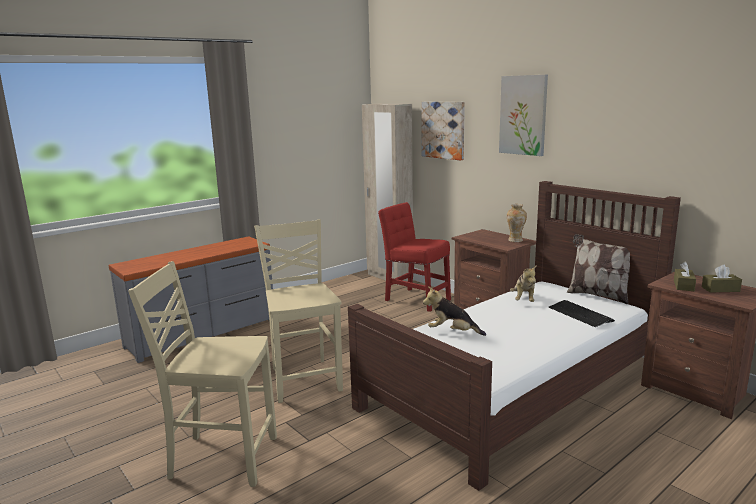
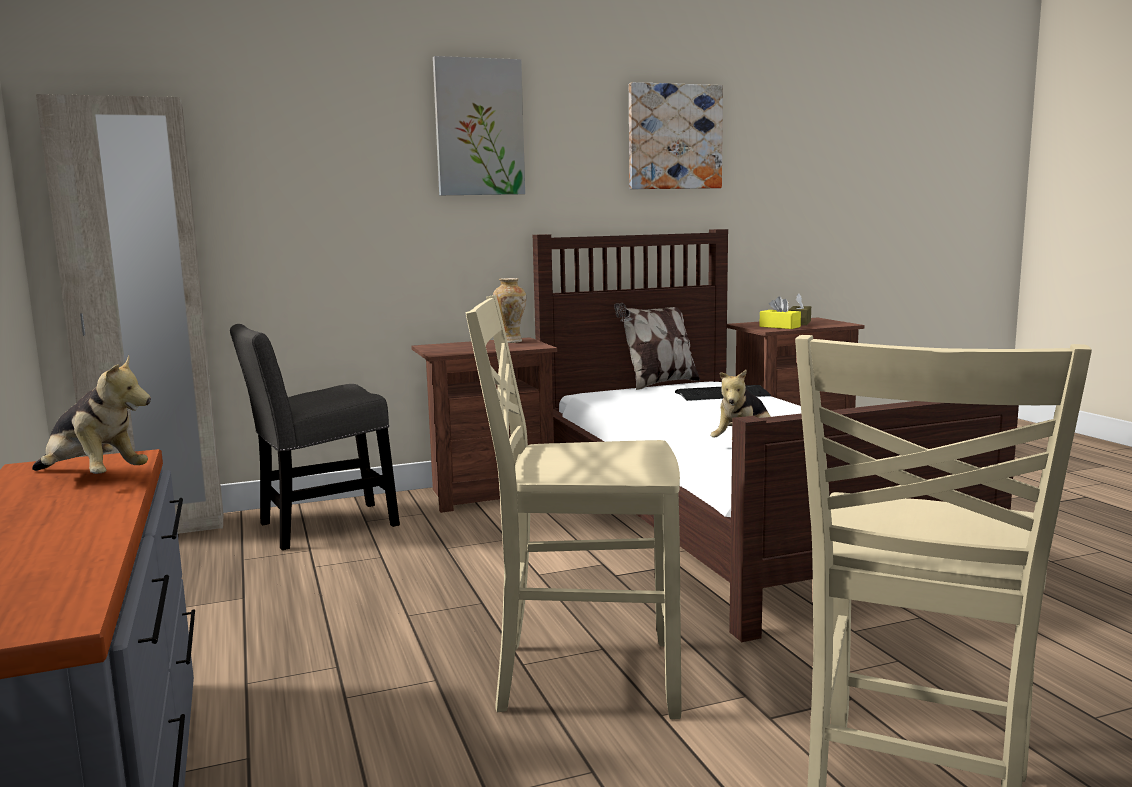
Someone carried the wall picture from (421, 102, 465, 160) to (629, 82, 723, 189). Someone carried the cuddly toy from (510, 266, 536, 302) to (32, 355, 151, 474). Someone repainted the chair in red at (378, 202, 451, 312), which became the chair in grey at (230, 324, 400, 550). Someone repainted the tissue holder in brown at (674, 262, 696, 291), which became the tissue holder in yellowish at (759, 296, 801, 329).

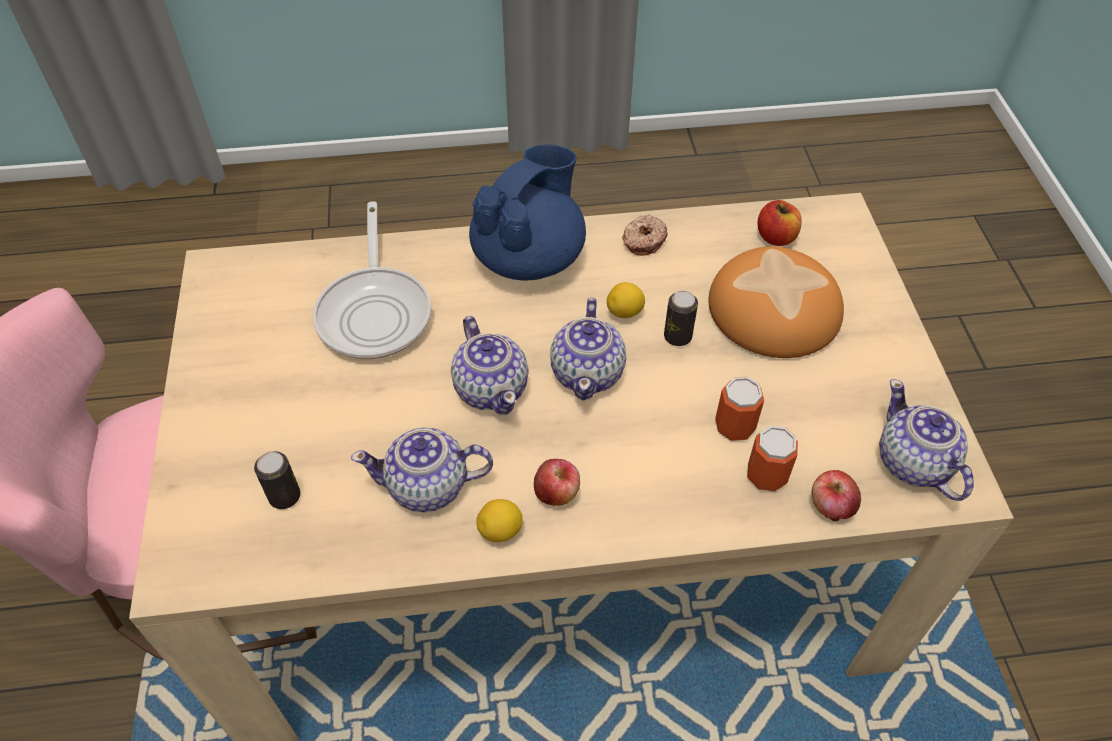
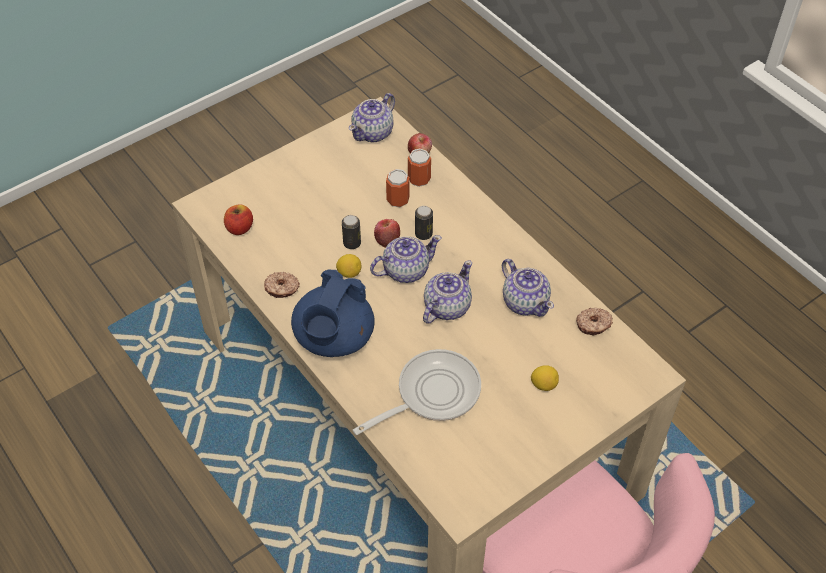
Someone took away the bakery bread at (708, 247, 844, 358). Someone put down the doughnut at (576, 307, 613, 336). Someone carried the sealed can from (254, 451, 300, 509) to (415, 206, 433, 240). Someone carried the whole lemon from (476, 499, 523, 542) to (531, 365, 559, 391). Someone carried the whole apple from (534, 459, 580, 506) to (374, 219, 400, 248). Someone rotated the tea pot in blue-coloured at (469, 145, 586, 281) by 75 degrees counterclockwise.

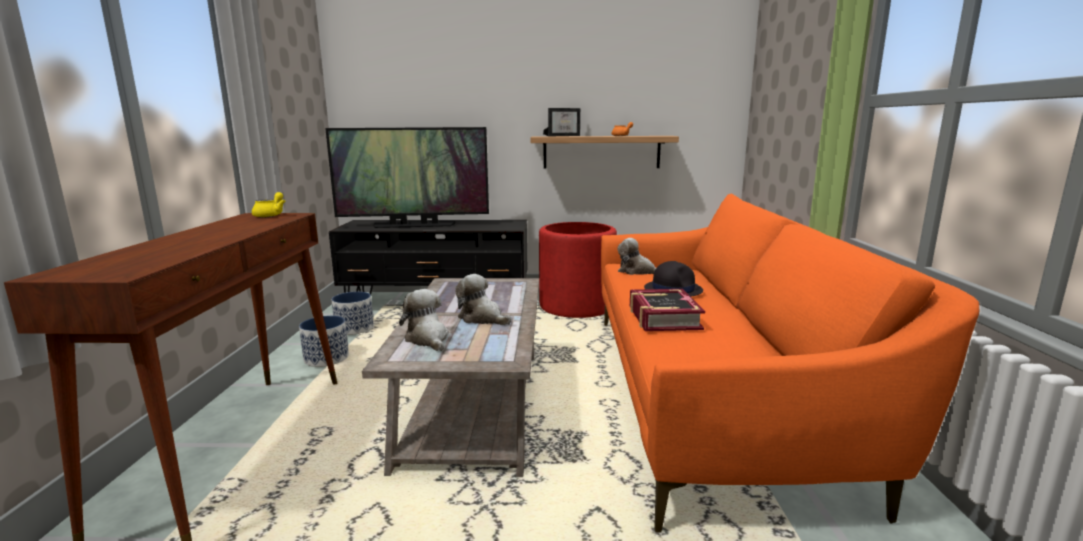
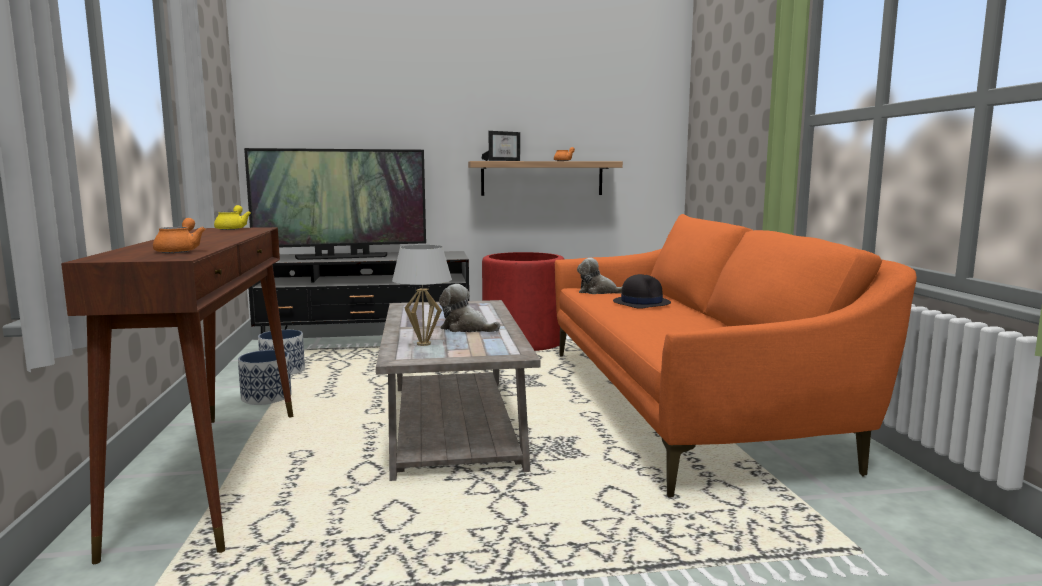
Someone took away the book at (630, 289, 705, 331). Someone put down the tea pot in orange-coloured at (153, 218, 206, 253). Someone swapped the cuddly toy at (399, 289, 449, 351) for the table lamp in white-coloured at (392, 245, 452, 346).

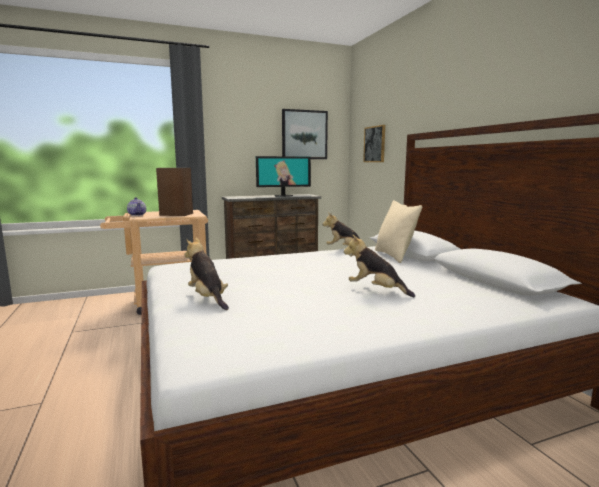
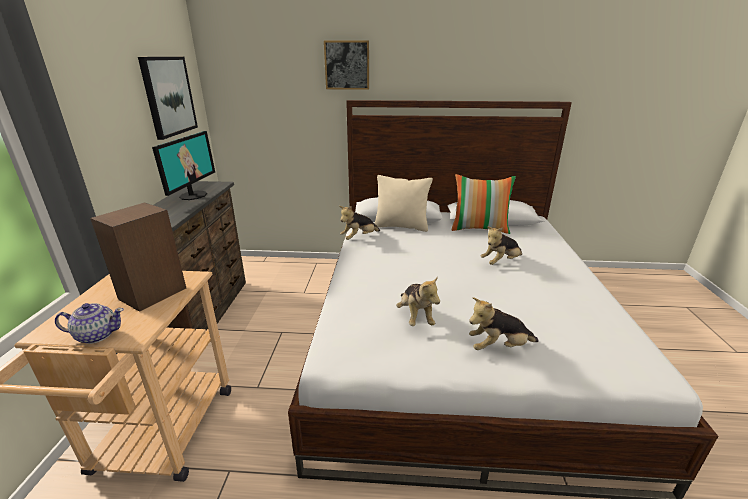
Someone put down the cuddly toy at (396, 276, 440, 326). Someone put down the throw pillow at (452, 174, 516, 234). Someone carried the wall picture from (363, 125, 385, 162) to (324, 40, 369, 90).

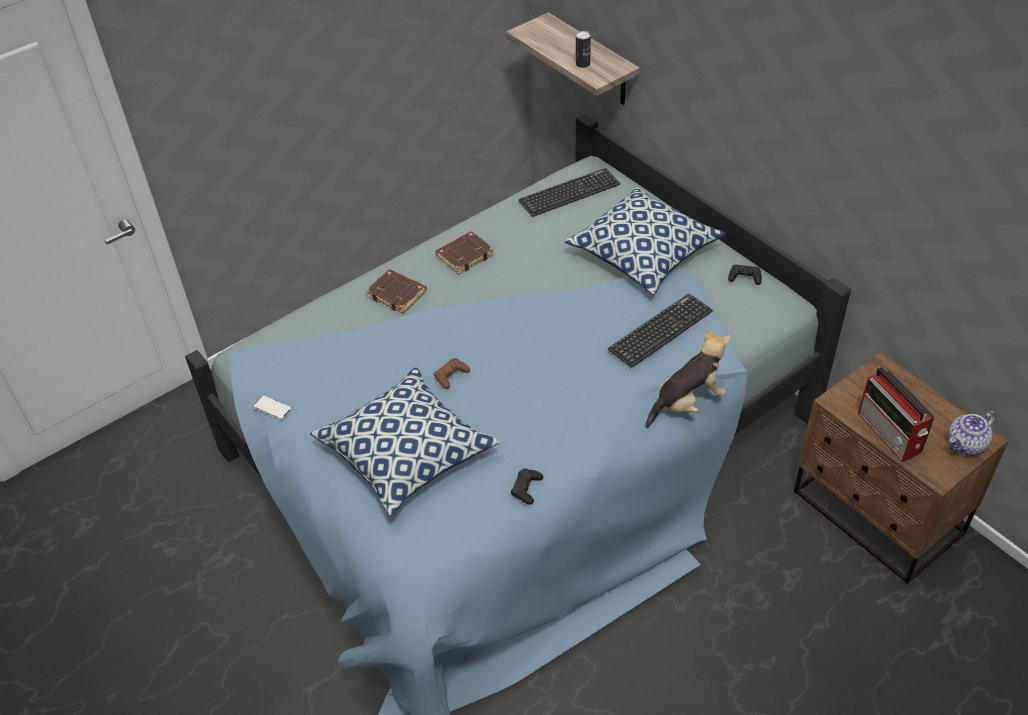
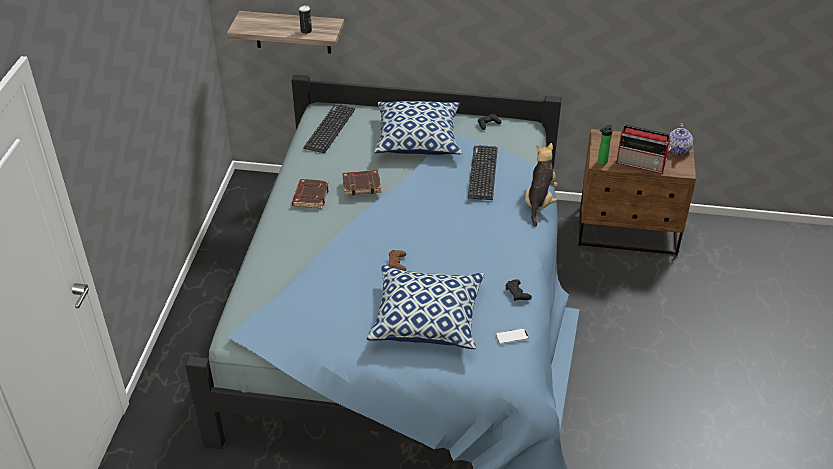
Someone put down the beverage bottle at (598, 125, 613, 165). Someone carried the handset from (253, 395, 293, 420) to (495, 328, 529, 345). Someone carried the book in brown from (366, 269, 427, 313) to (342, 170, 381, 196).

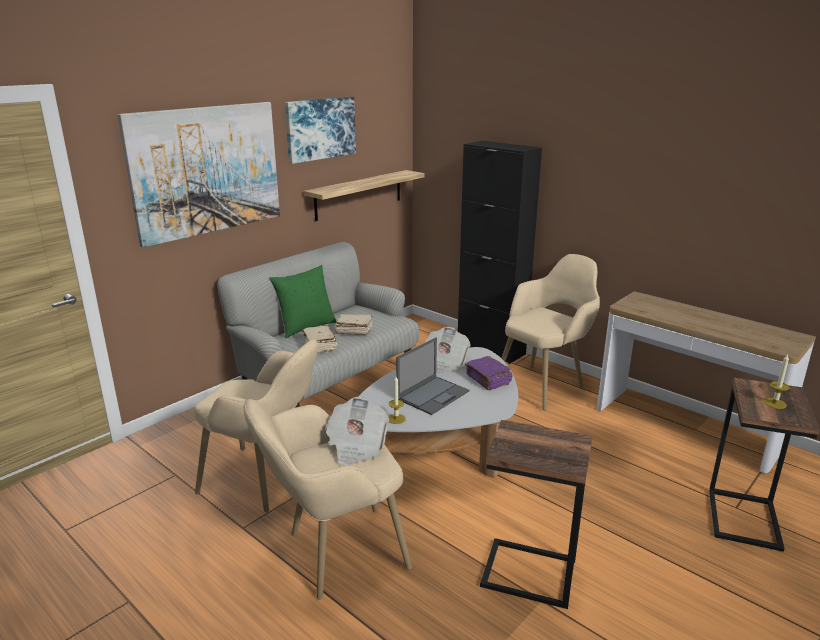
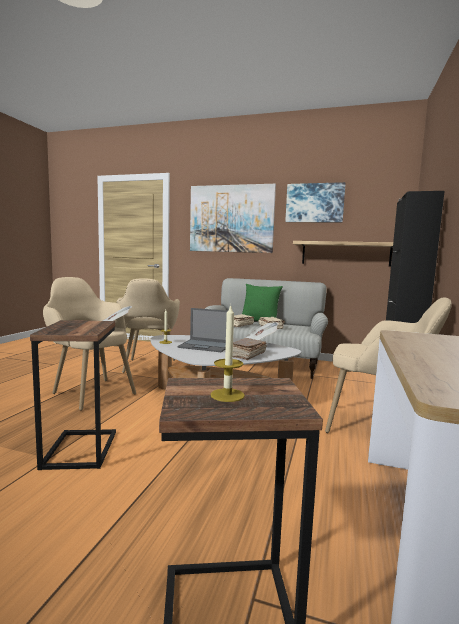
Someone repainted the book in purple-coloured at (465, 356, 513, 390), which became the book in brown at (233, 338, 267, 360).

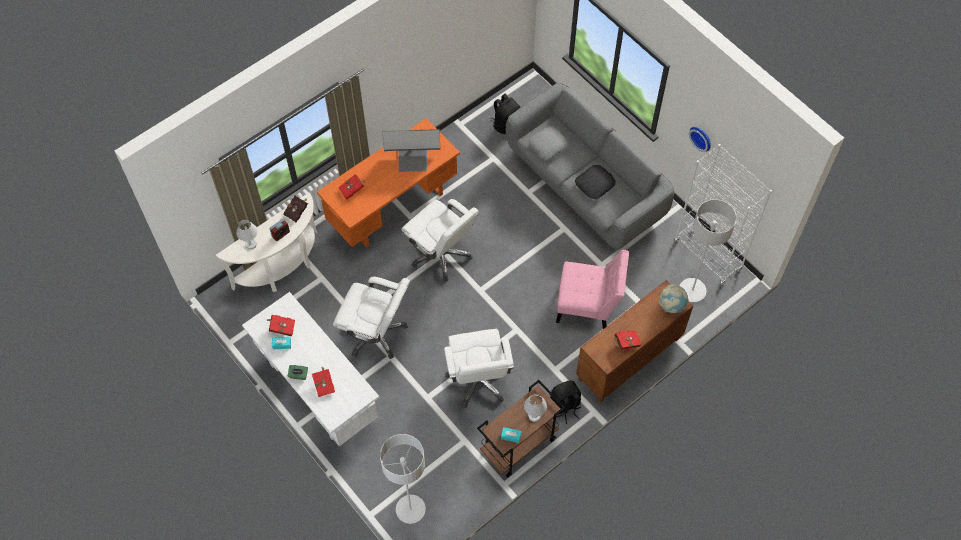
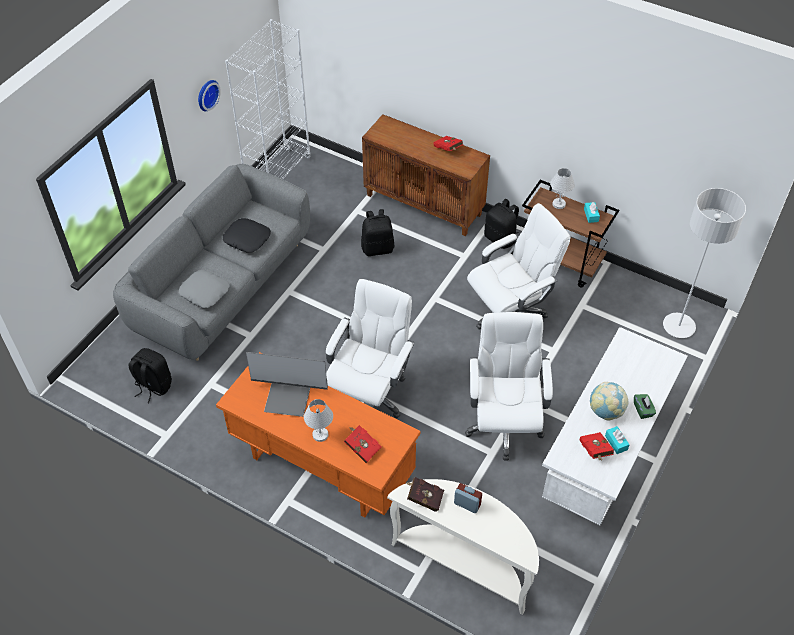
Someone took away the book in red at (312, 367, 335, 397). Someone took away the standard lamp in grey at (680, 199, 737, 302). Someone carried the table lamp in white-coloured from (236, 220, 258, 249) to (304, 399, 333, 442). Someone carried the world globe from (659, 284, 689, 313) to (590, 382, 629, 421). Someone swapped the chair in pink at (556, 250, 629, 329) for the rucksack in black at (361, 209, 395, 256). Someone rotated the computer display at (382, 129, 440, 172) by 120 degrees clockwise.

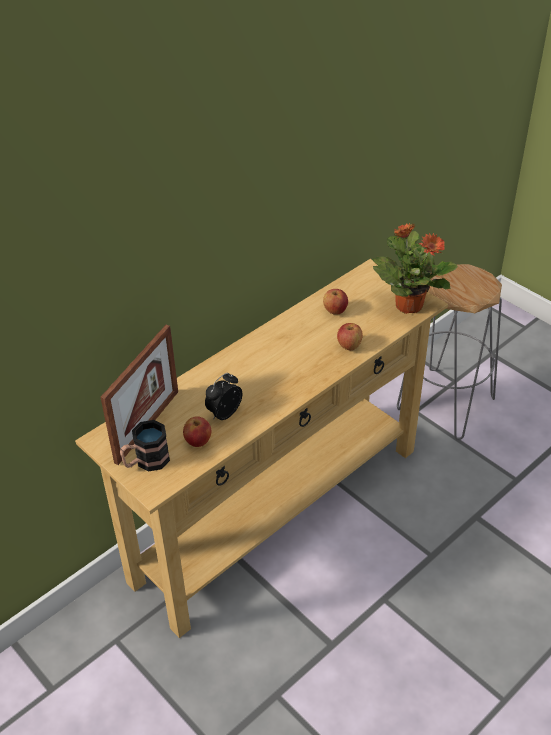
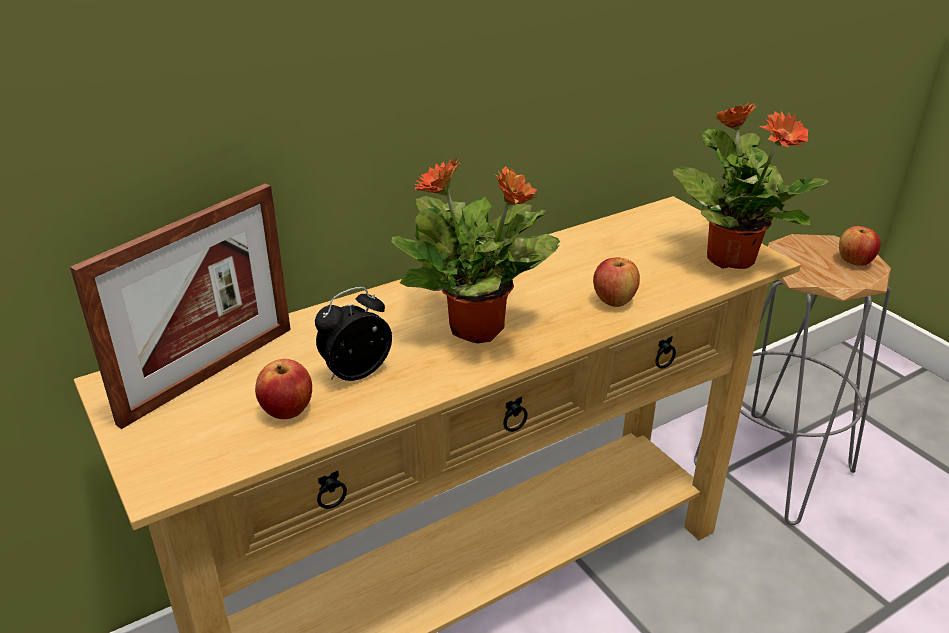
Someone took away the coffee mug at (120, 420, 170, 471). Someone put down the potted plant at (391, 158, 560, 343). Someone carried the whole apple from (323, 289, 348, 315) to (839, 226, 881, 266).

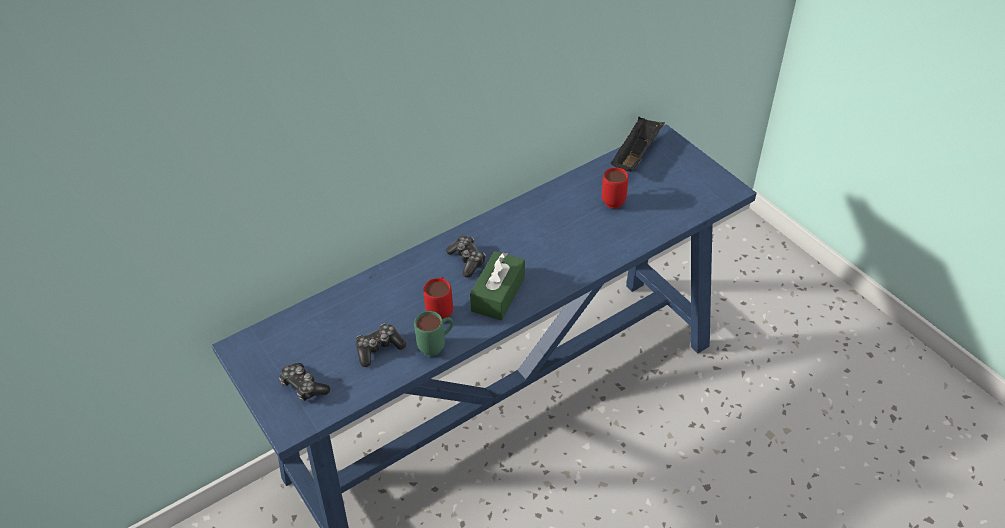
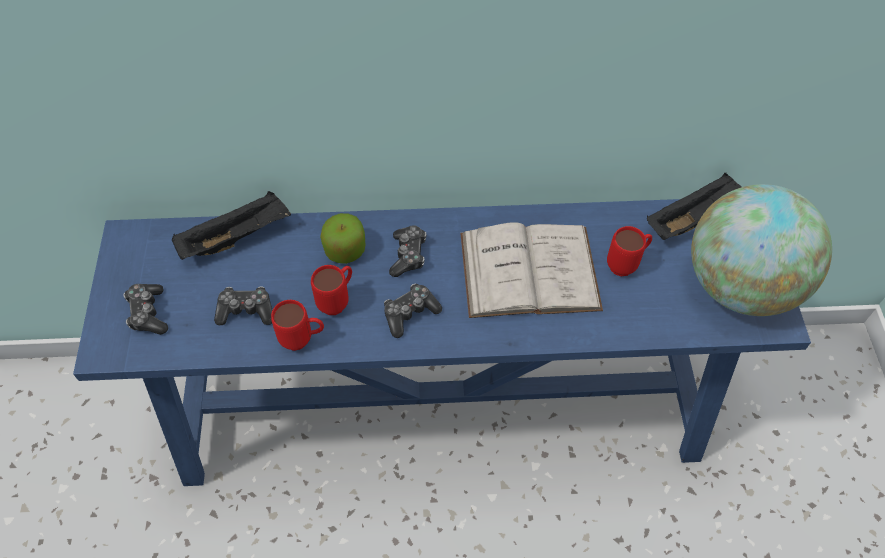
Someone put down the serving tray in black at (172, 191, 291, 260). Someone put down the whole apple at (320, 213, 365, 264). Someone put down the book in white-coloured at (460, 222, 603, 318). Someone put down the world globe at (691, 184, 832, 316). Someone swapped the tissue holder in green-coloured at (470, 251, 525, 321) for the joypad at (384, 283, 442, 338). Someone repainted the coffee mug in green-coloured at (414, 311, 453, 356), which became the coffee mug in red at (271, 300, 324, 351).

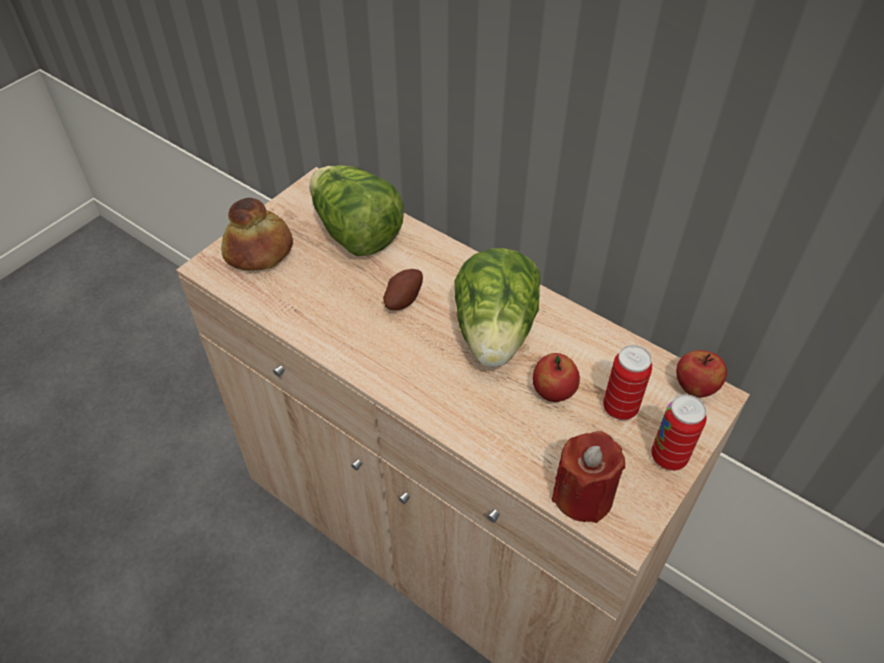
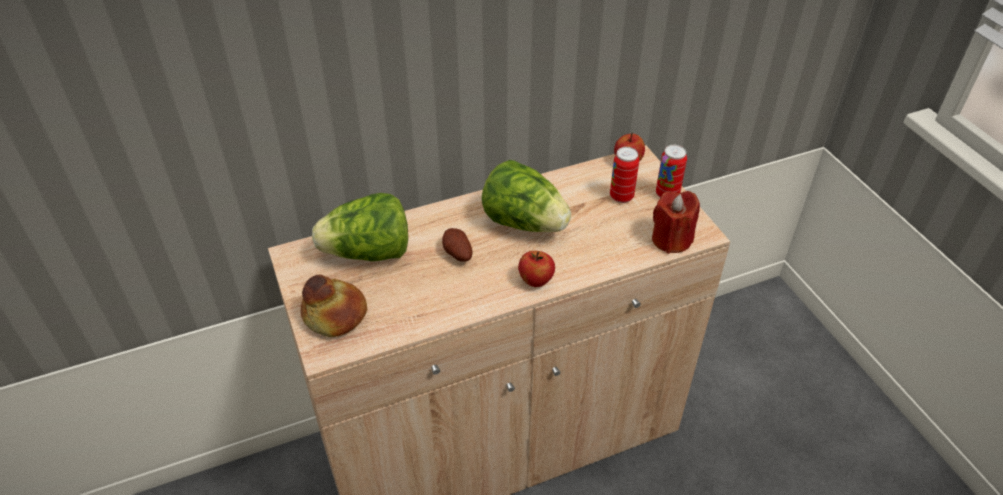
Someone carried the whole apple from (533, 353, 580, 402) to (518, 251, 555, 287).

